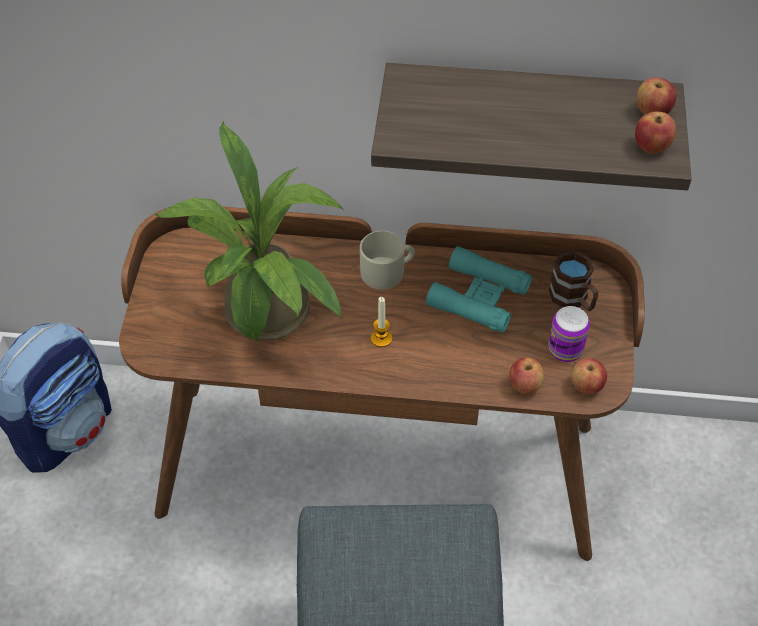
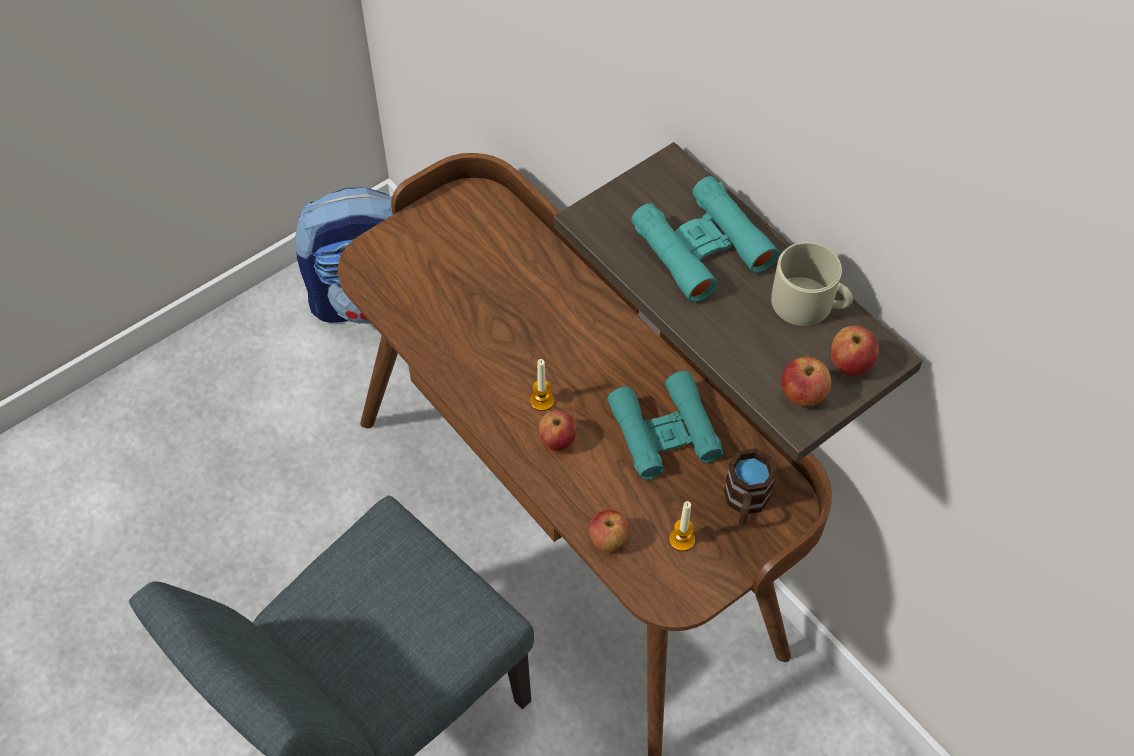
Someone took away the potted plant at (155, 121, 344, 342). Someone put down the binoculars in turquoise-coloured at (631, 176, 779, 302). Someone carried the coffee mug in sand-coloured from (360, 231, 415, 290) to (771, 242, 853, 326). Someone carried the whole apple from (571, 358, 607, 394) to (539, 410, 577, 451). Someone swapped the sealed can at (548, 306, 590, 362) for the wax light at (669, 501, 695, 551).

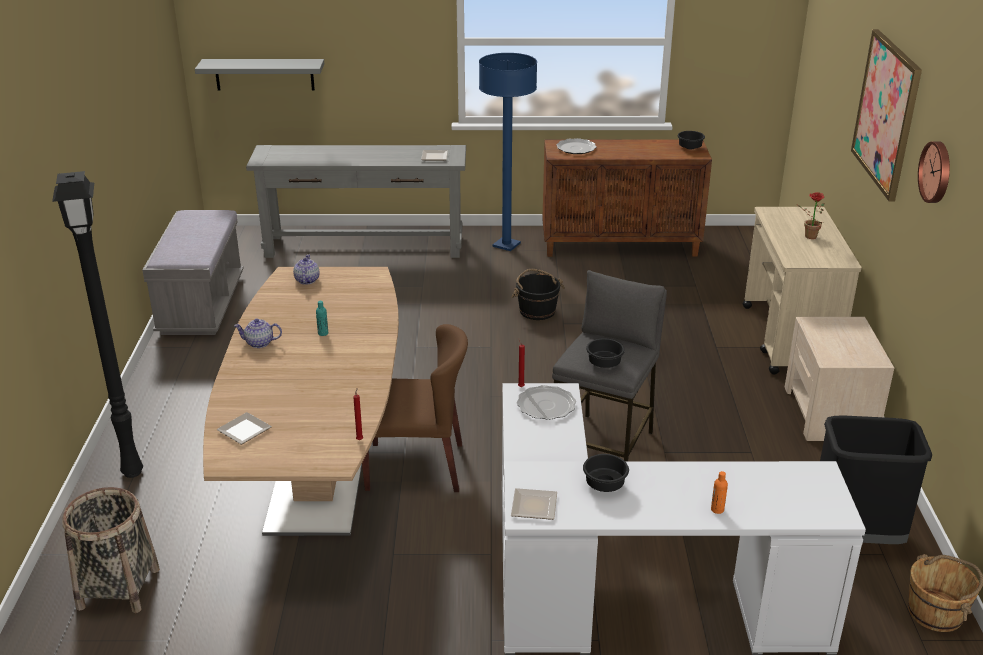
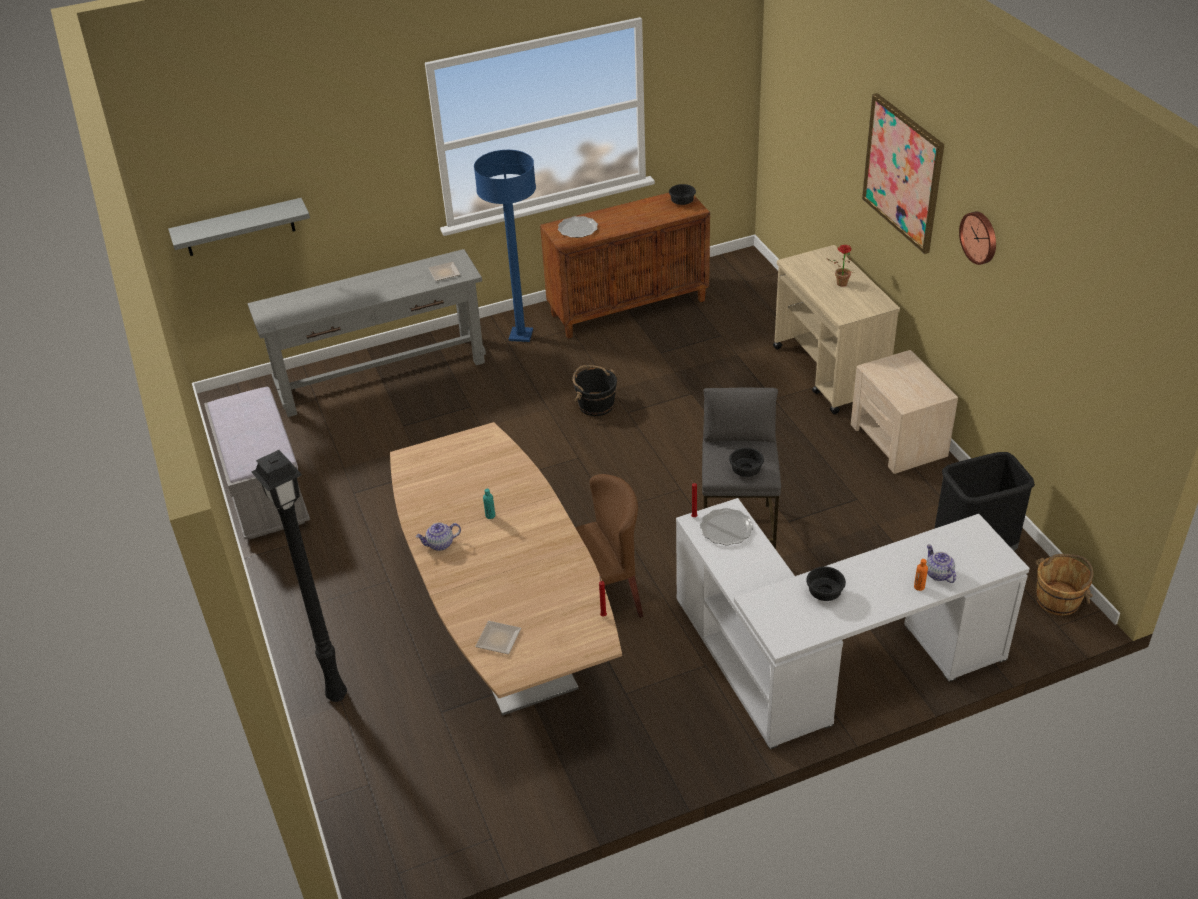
Someone took away the basket at (62, 487, 160, 613). Someone took away the plate at (511, 488, 557, 520). Someone carried the tea pot from (293, 254, 320, 284) to (926, 544, 956, 583).

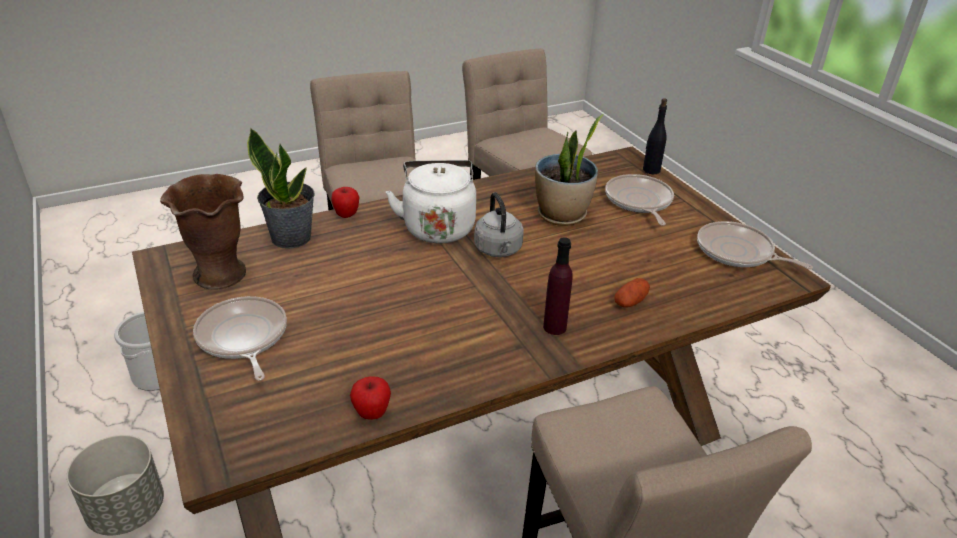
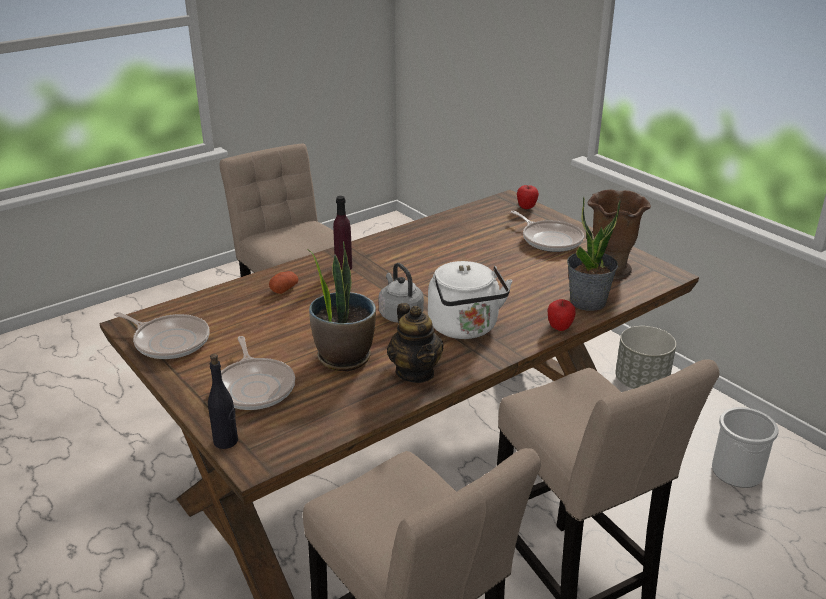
Someone put down the tea pot at (387, 303, 444, 383). Someone carried the whole apple from (350, 376, 391, 420) to (517, 185, 539, 209).

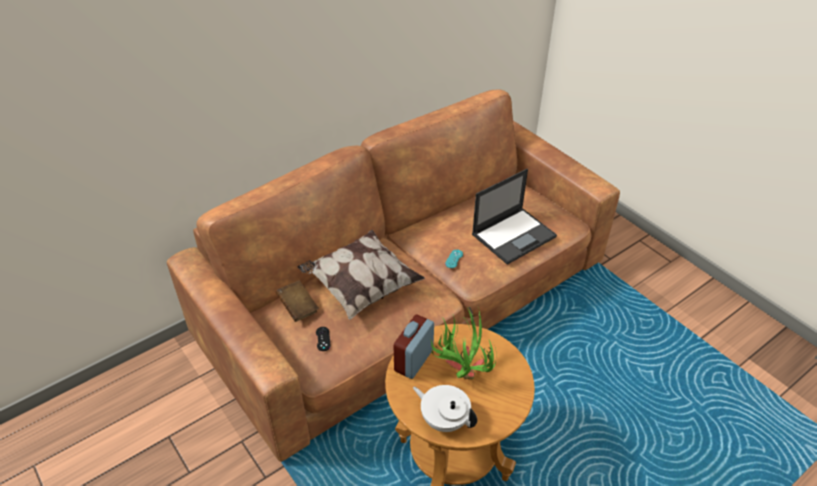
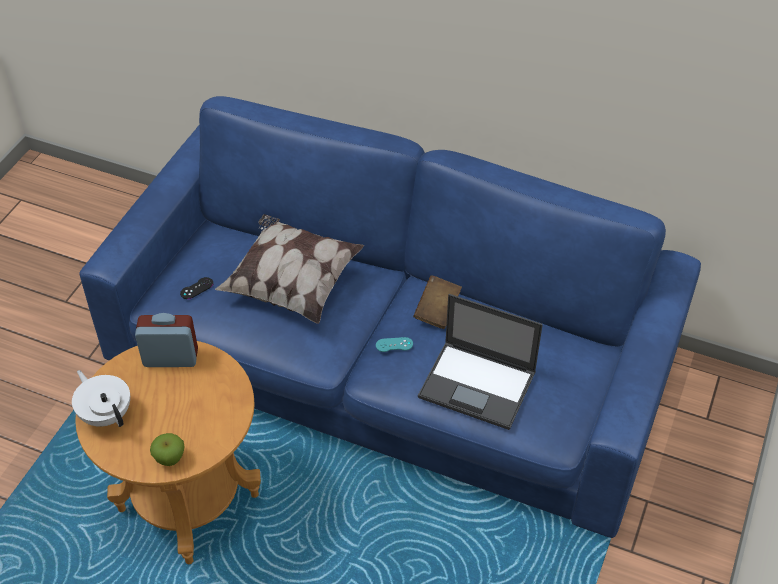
Someone took away the potted plant at (430, 307, 496, 379). Someone put down the whole apple at (150, 433, 185, 466). Someone carried the book in brown from (276, 280, 319, 322) to (413, 276, 462, 329). Someone repainted the settee in brown at (167, 90, 620, 462), which became the settee in blue-coloured at (79, 96, 701, 538). Someone rotated the tea pot in white-coloured at (413, 385, 477, 432) by 45 degrees counterclockwise.

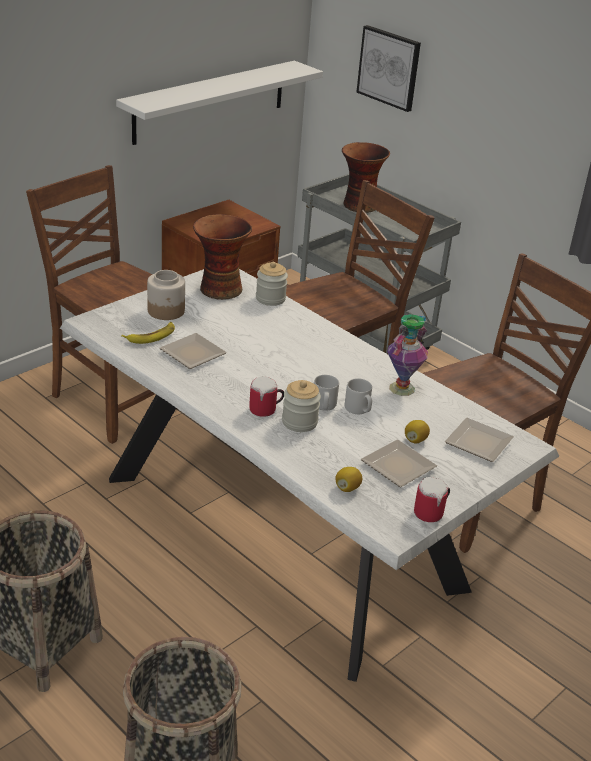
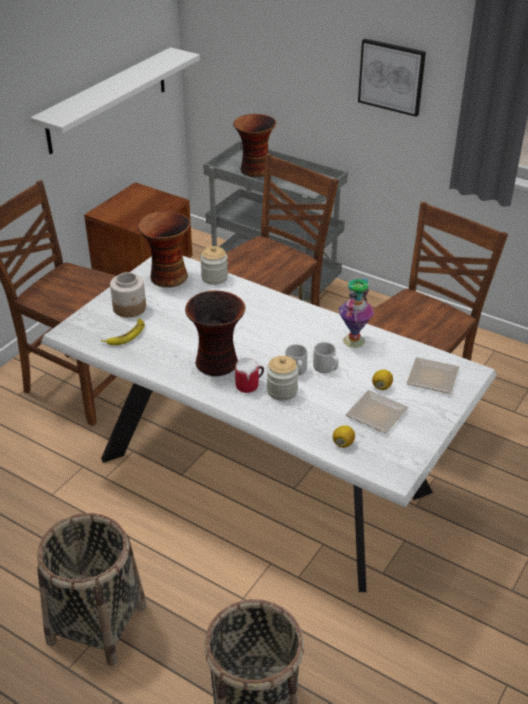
Someone took away the plate at (160, 333, 227, 369). Someone took away the coffee mug at (414, 477, 450, 522). Someone put down the flower vase at (185, 290, 245, 377). Someone carried the wall picture from (357, 25, 421, 112) to (358, 39, 426, 117).

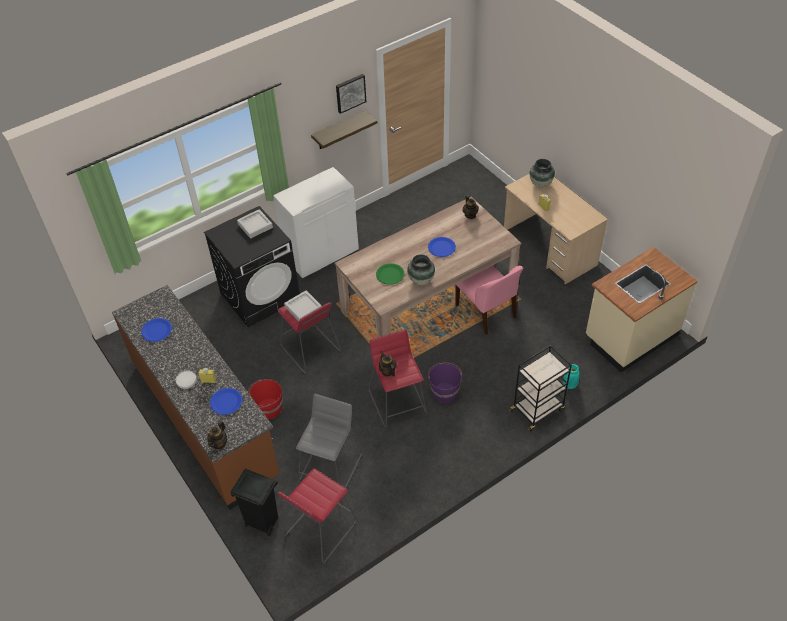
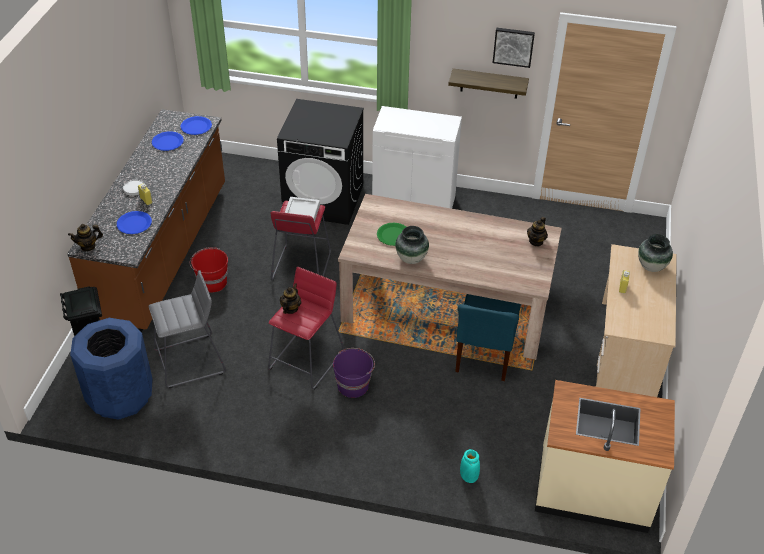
Someone took away the serving tray in grey at (237, 209, 273, 239). Someone took away the cart in black at (508, 345, 572, 432). Someone carried the plate in blue-coloured from (428, 237, 456, 257) to (180, 116, 212, 135). Someone swapped the stool seat in red at (278, 469, 357, 563) for the waste bin in blue-coloured at (70, 318, 153, 420). Someone repainted the chair in pink at (455, 265, 523, 335), which became the chair in blue-coloured at (455, 294, 521, 381).

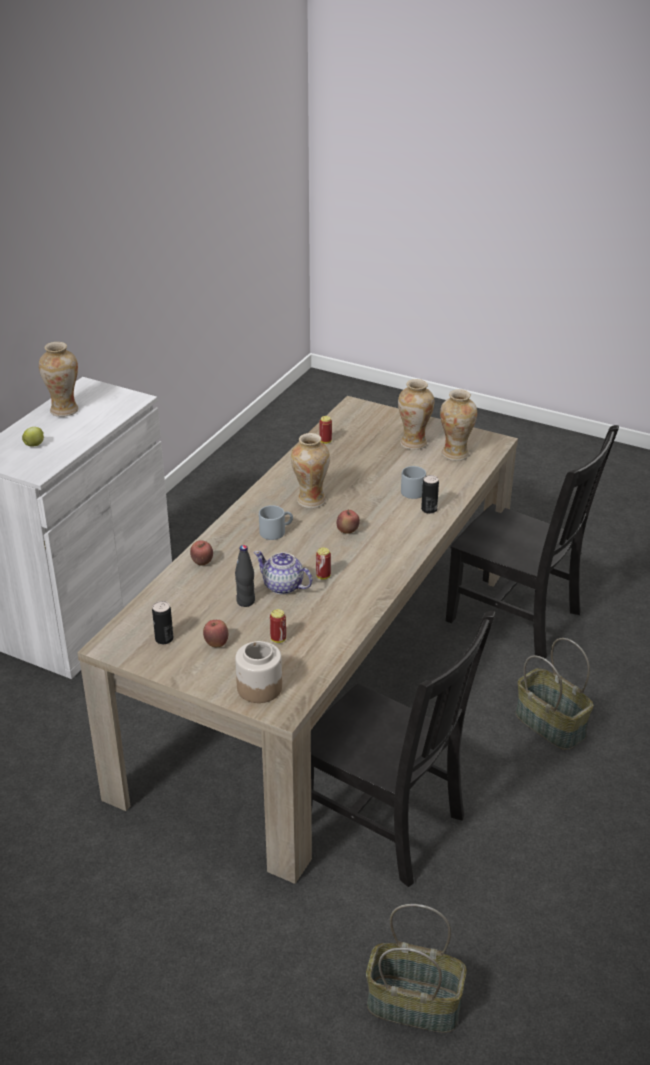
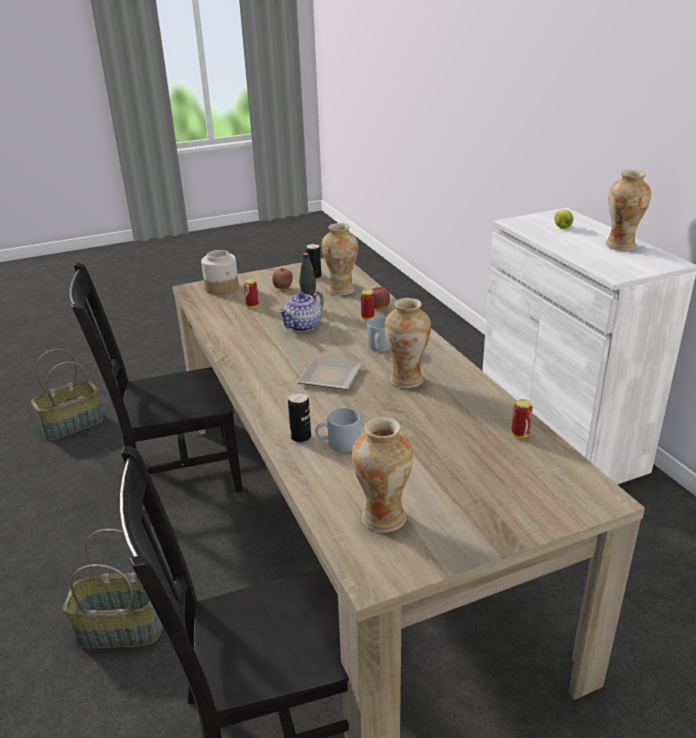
Someone carried the sealed can from (316, 548, 331, 580) to (361, 290, 374, 320). Someone carried the flower vase from (398, 379, 434, 450) to (322, 223, 358, 296). Someone swapped the whole apple at (337, 509, 360, 534) for the plate at (297, 357, 362, 390). Someone rotated the tea pot at (254, 551, 313, 595) by 150 degrees clockwise.

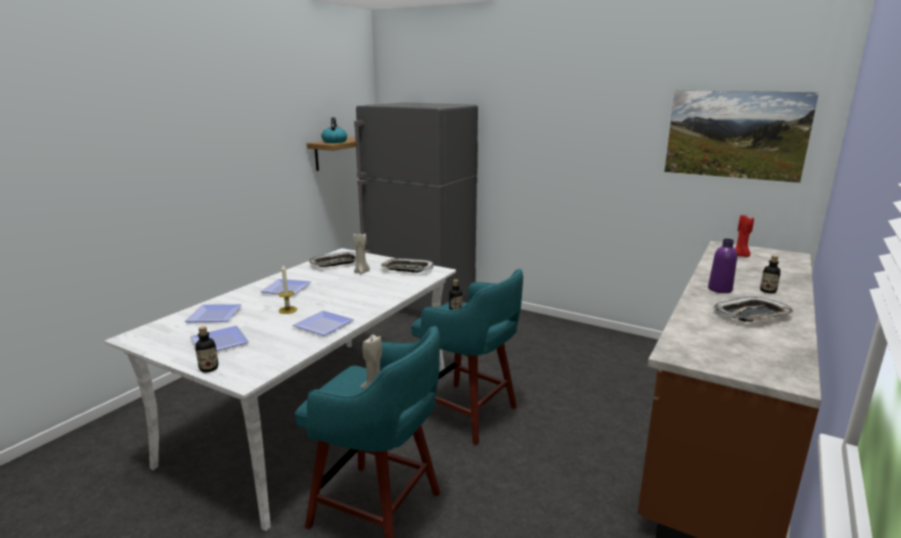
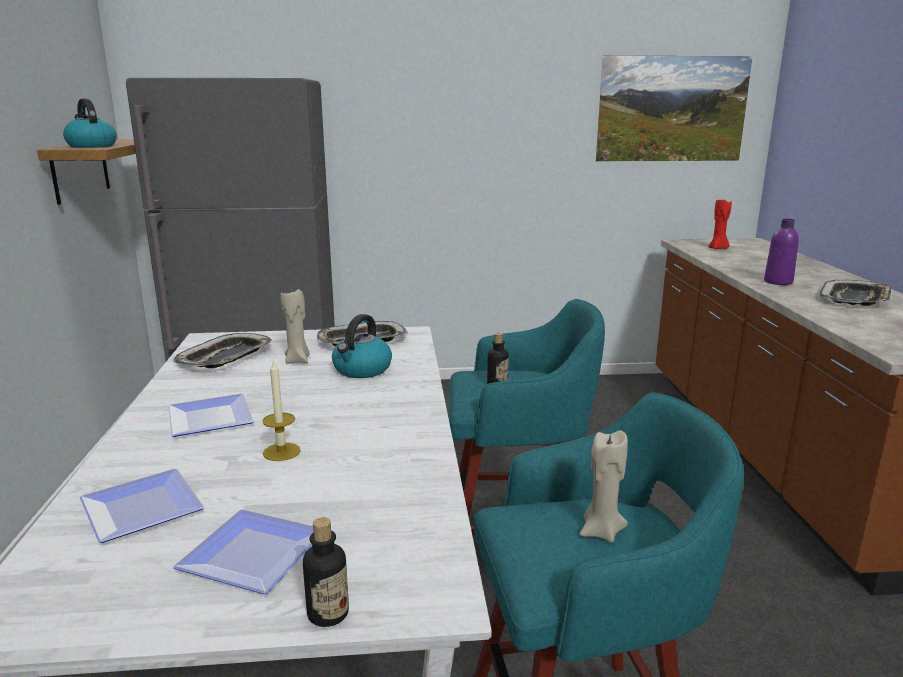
Someone took away the plate at (292, 311, 354, 336). Someone took away the beverage bottle at (760, 255, 781, 293). Someone put down the kettle at (332, 314, 392, 378).

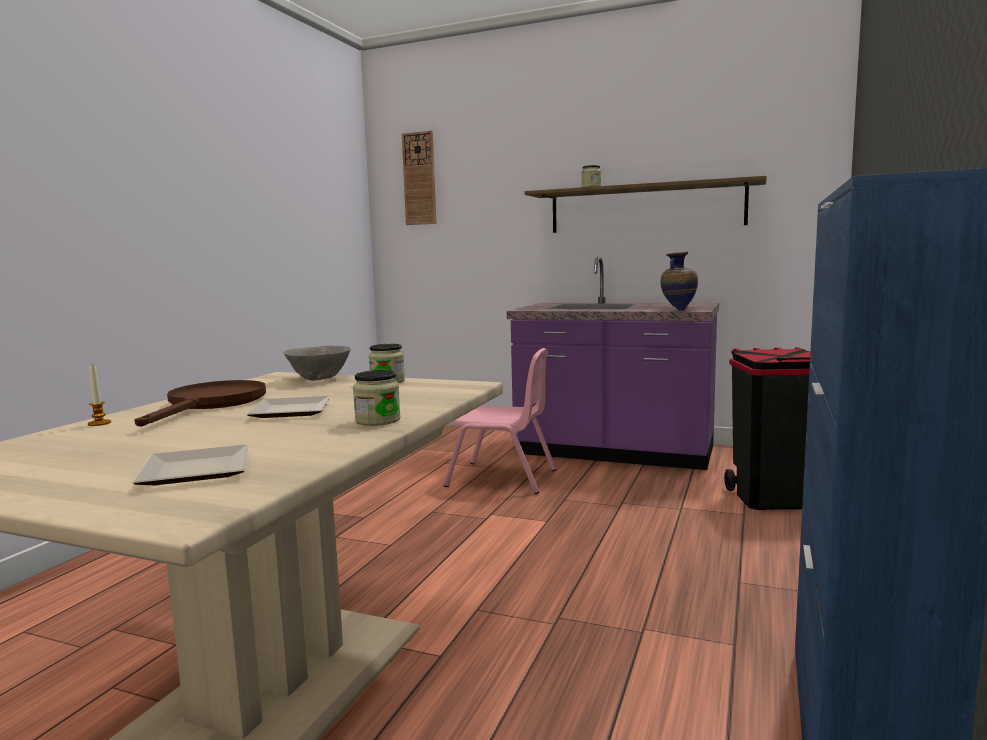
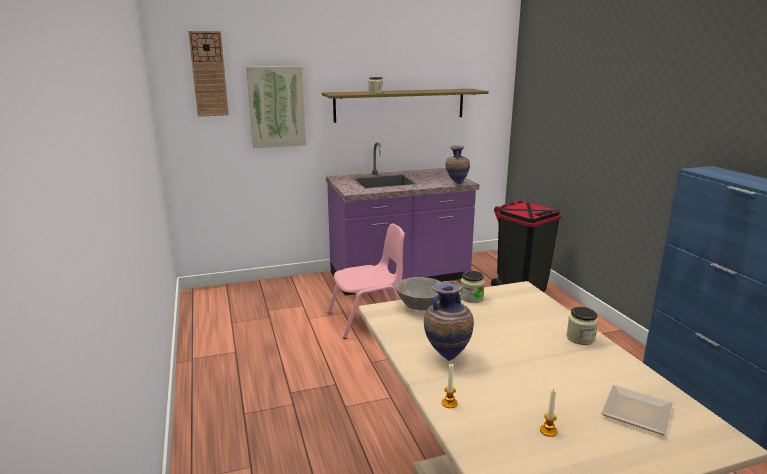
Someone took away the plate at (247, 396, 331, 418). Someone put up the wall picture at (246, 66, 306, 148). Someone put down the wax light at (540, 389, 557, 437). Someone swapped the skillet in brown at (135, 380, 266, 427) for the flower vase at (424, 281, 474, 361).

